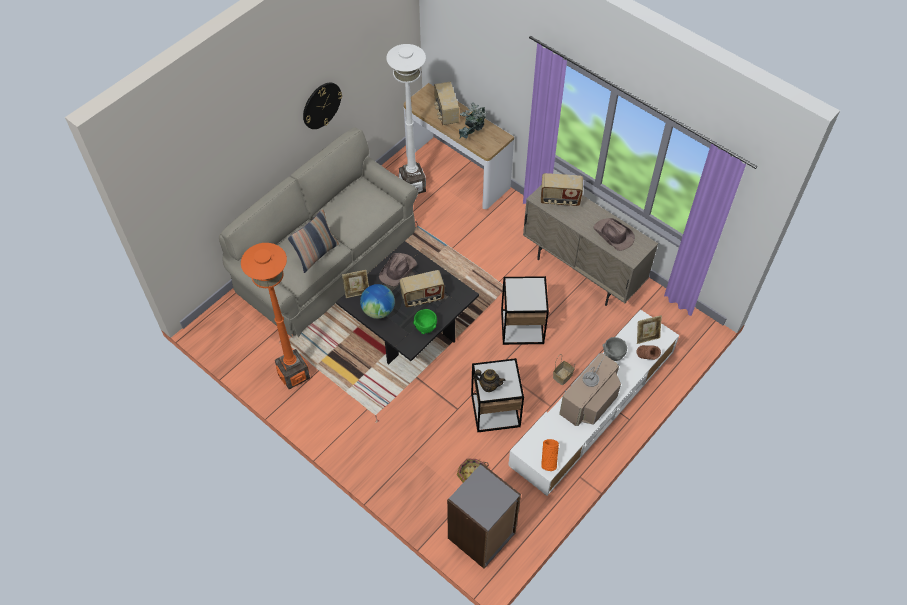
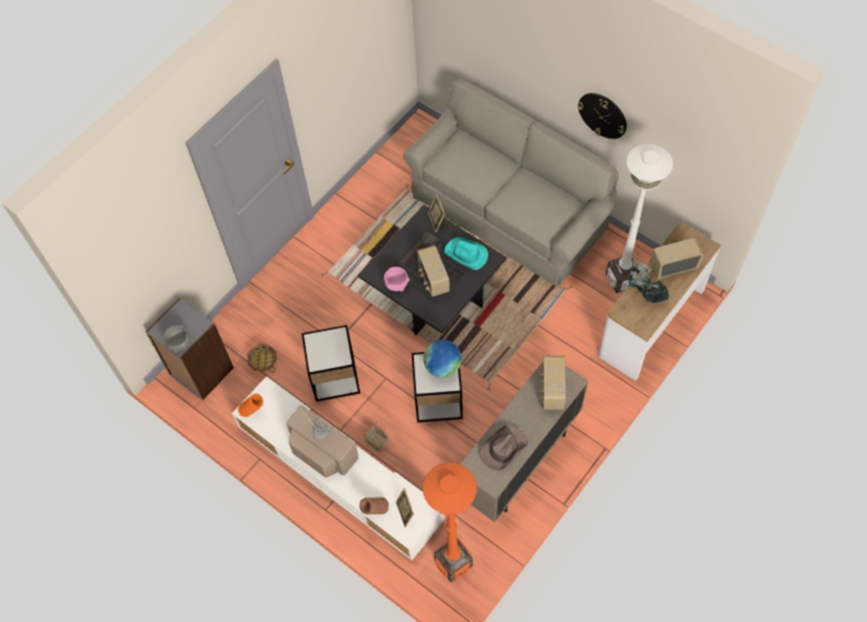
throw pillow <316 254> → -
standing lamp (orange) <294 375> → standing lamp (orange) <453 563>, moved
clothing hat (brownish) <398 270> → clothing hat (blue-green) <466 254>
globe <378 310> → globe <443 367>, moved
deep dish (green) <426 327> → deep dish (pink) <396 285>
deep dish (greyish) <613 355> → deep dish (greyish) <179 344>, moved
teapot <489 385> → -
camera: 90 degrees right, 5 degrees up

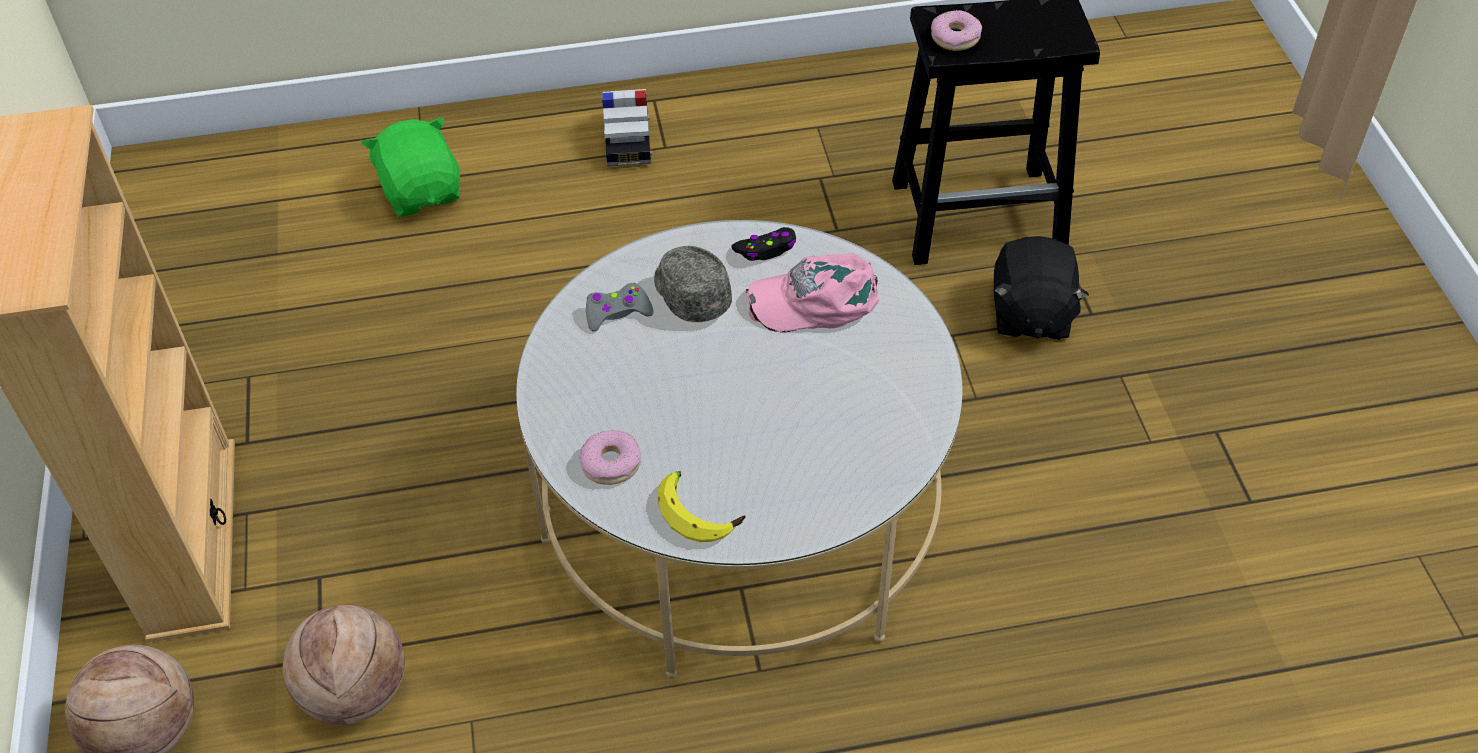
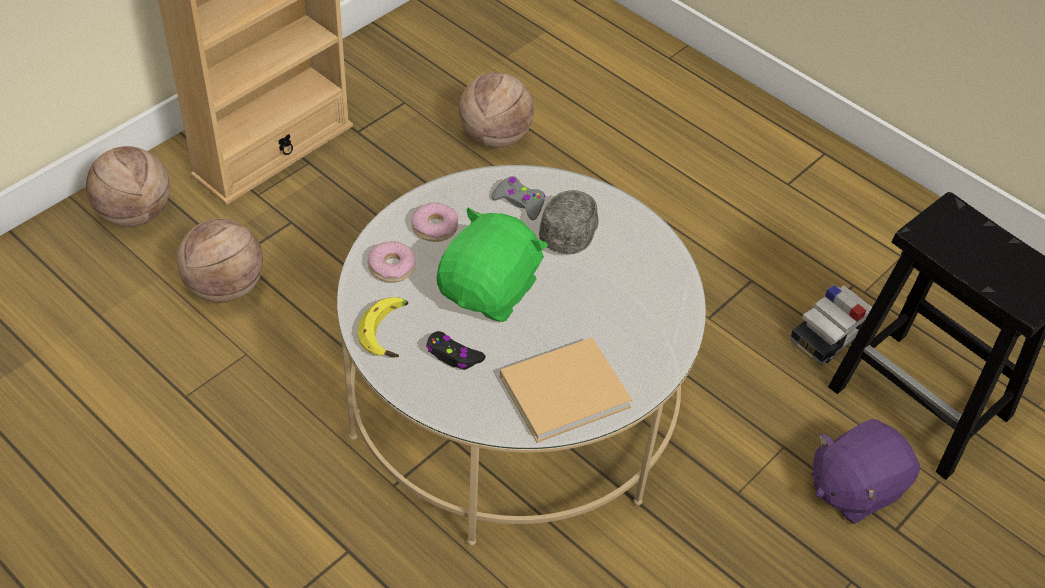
donut <955 38> → donut <435 227>, moved
toy car <628 140> → toy car <830 335>, moved
plush toy (green) <422 192> → plush toy (green) <490 290>, moved
gamepad (black) <766 249> → gamepad (black) <453 355>, moved
plush toy (black) <1030 314> → plush toy (purple) <854 487>
peaked cap (pink) <816 300> → -
- → basketball <494 137>
- → book (sand-coloured) <568 391>
camera: 50 degrees right, 0 degrees up

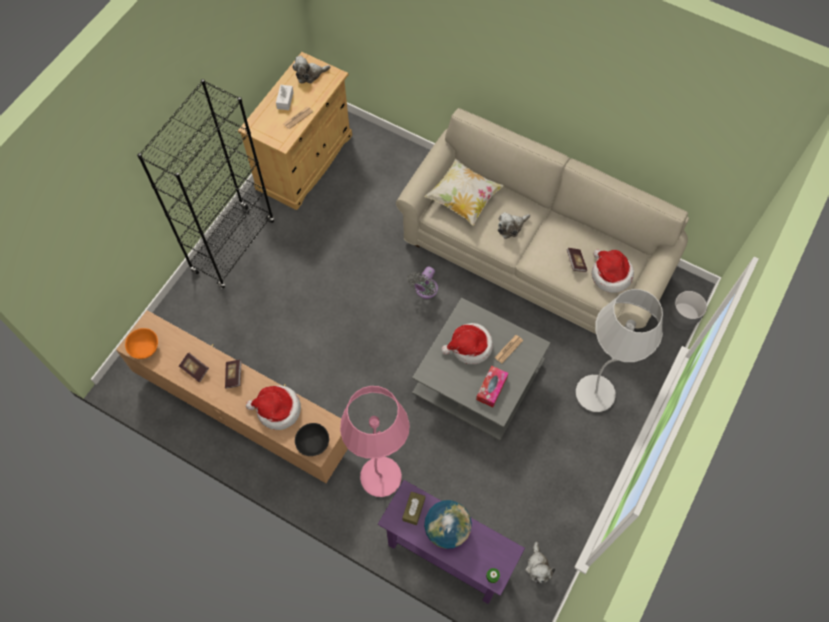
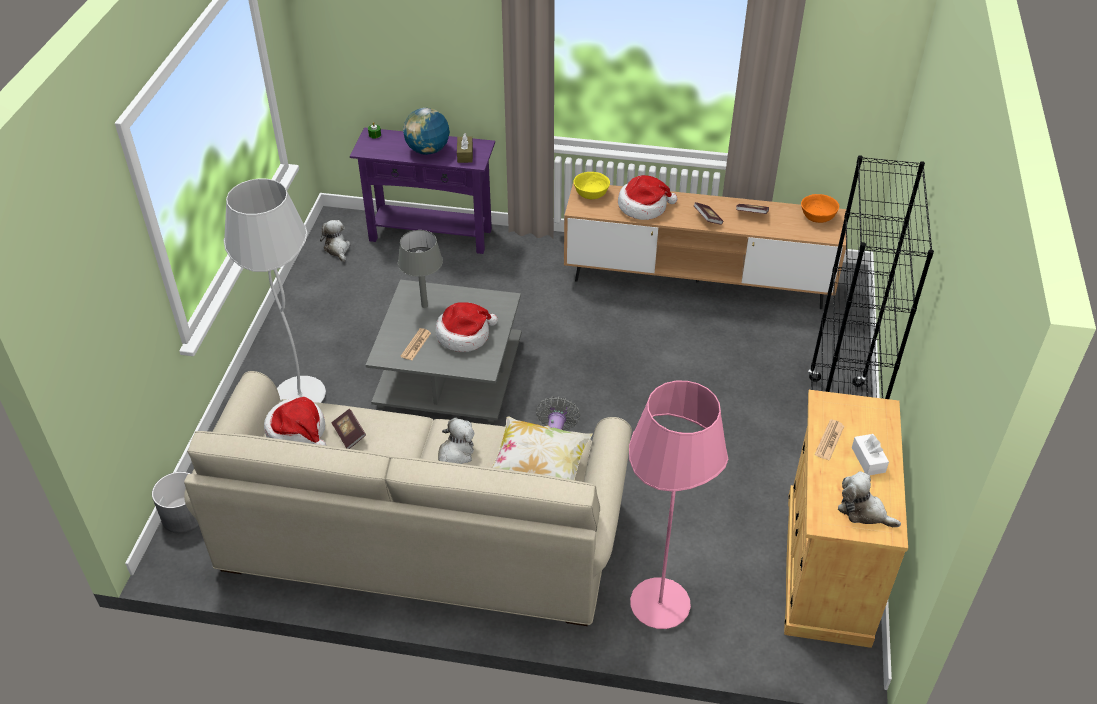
plush toy <310 74> → plush toy <863 511>, 105 degrees counterclockwise
tissue holder <491 388> → lamp for a table (greyish) <424 305>
standing lamp (pink) <380 477> → standing lamp (pink) <660 606>, moved
deep dish (black) <313 443> → deep dish (yellow-coloured) <591 193>
camera: 160 degrees right, 20 degrees down

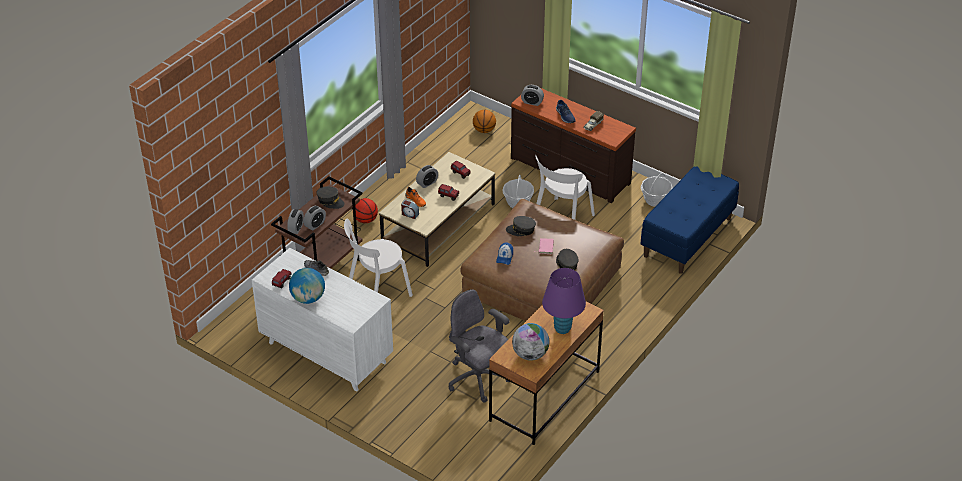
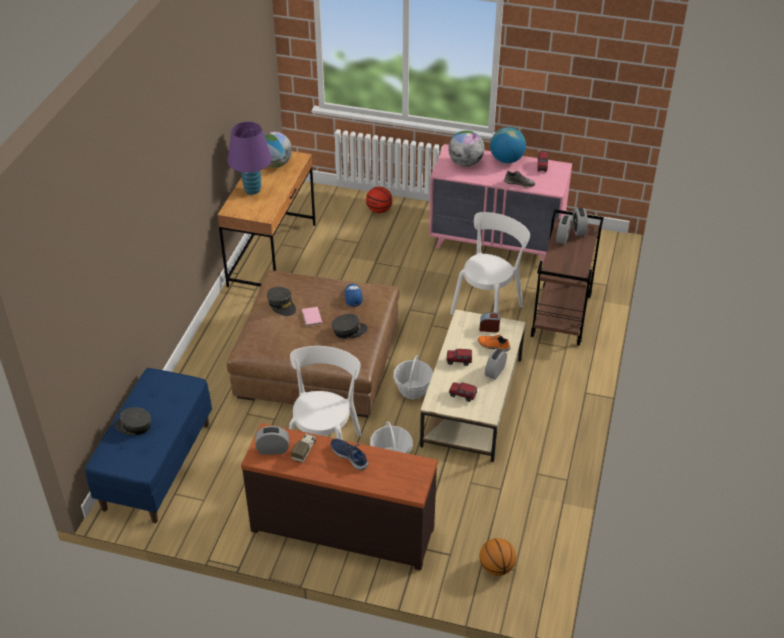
bedside clock <532 102> → bedside clock <273 449>, moved
basket <655 200> → basket <413 390>, moved
peaked cap (greyish) <330 201> → peaked cap (greyish) <133 426>, moved
basketball <365 220> → basketball <379 210>, moved
drawer chest (whitish) <326 352> → drawer chest (pink) <496 243>
office chair (greyish) <478 379> → -
- → globe <465 163>
camera: 160 degrees right, 0 degrees up

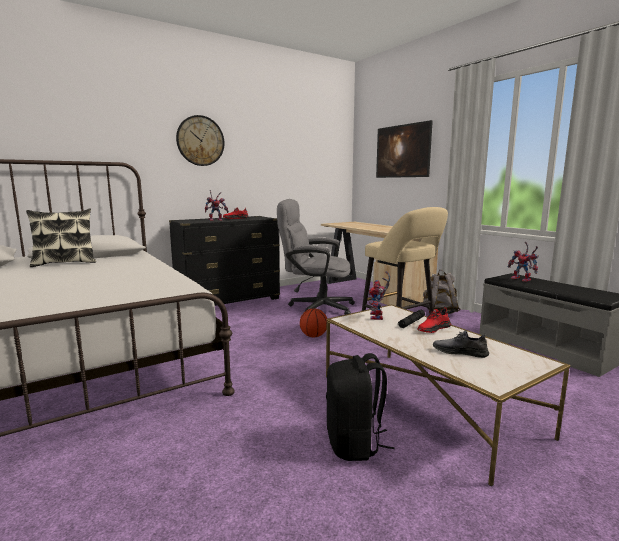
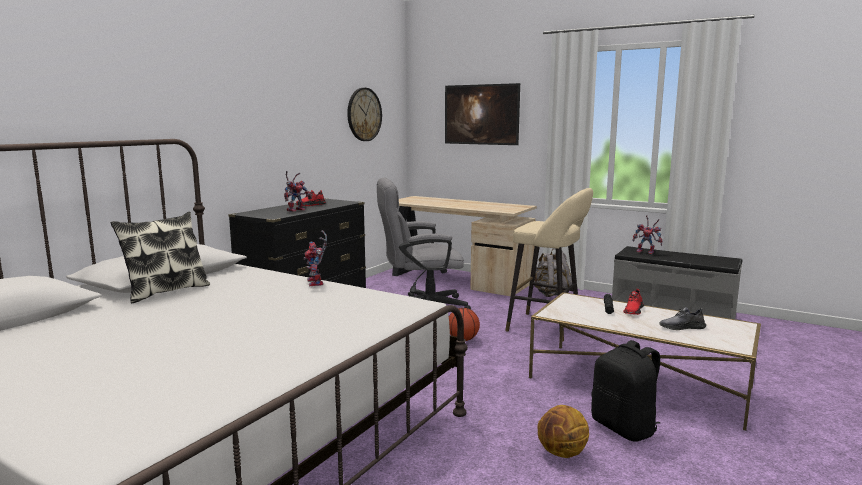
clock on the wall <200 141> → clock on the wall <364 114>, moved
robot figure <378 317> → robot figure <317 283>, moved
- → basketball <562 453>
camera: 25 degrees left, 0 degrees up

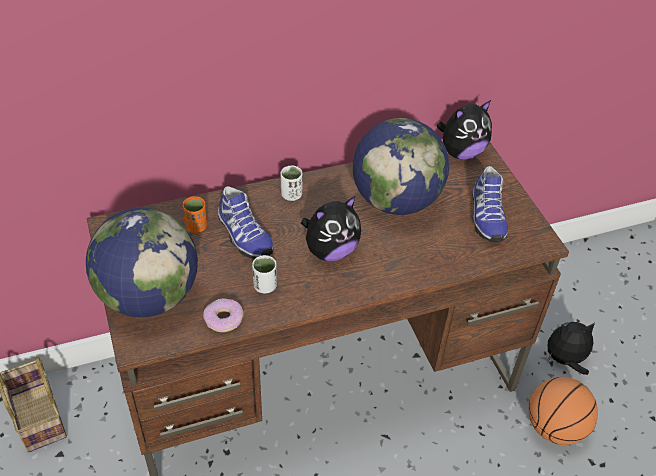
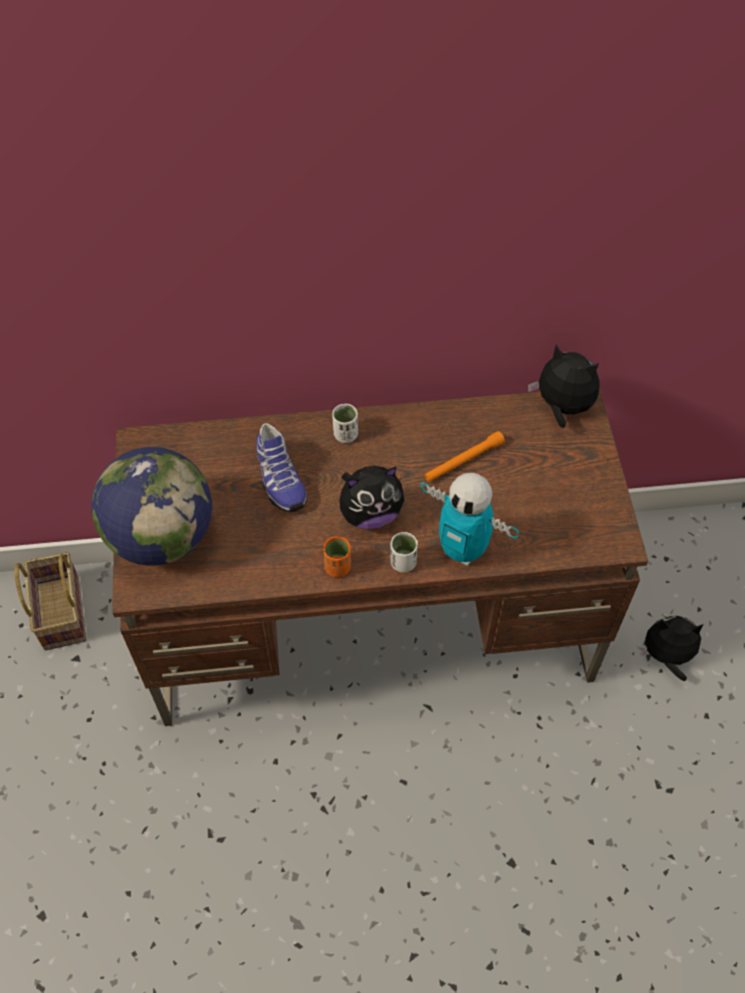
plush toy <461 152> → plush toy <562 407>, 135 degrees counterclockwise
globe <396 201> → hand torch (orange) <463 461>
item of footwear <485 217> → -
small cup (orange) <196 226> → small cup (orange) <337 567>, moved
small cup (whitish) <265 286> → small cup (whitish) <403 562>, moved
donut <224 319> → -
basketball <554 427> → -
- → robot figure <463 550>
camera: 15 degrees right, 10 degrees up

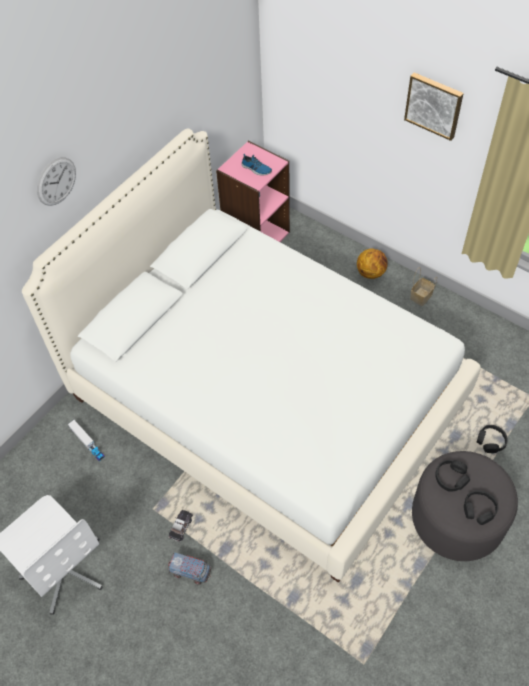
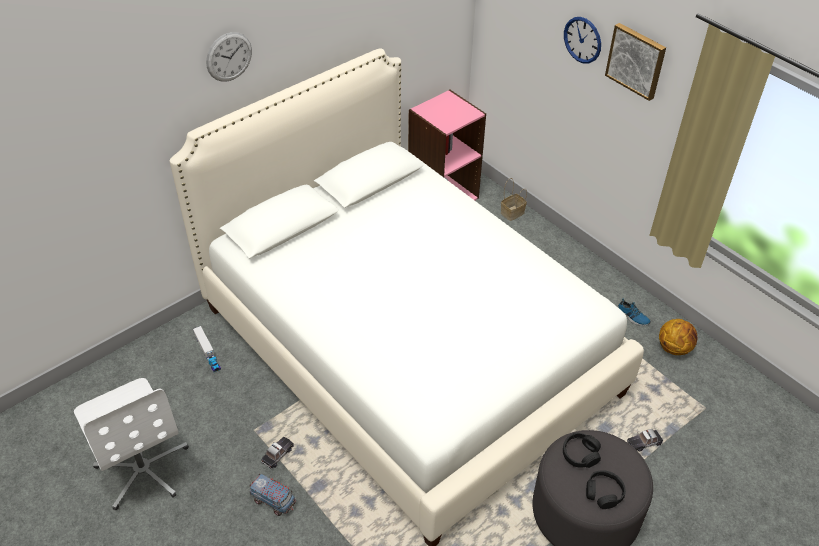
item of footwear <256 169> → item of footwear <632 317>, moved
basketball <371 272> → basketball <674 348>, moved
basket <421 297> → basket <512 213>, moved
pair of headphones (black) <490 441> → toy car <644 442>
- → clock on the wall <582 40>
camera: 10 degrees right, 10 degrees down

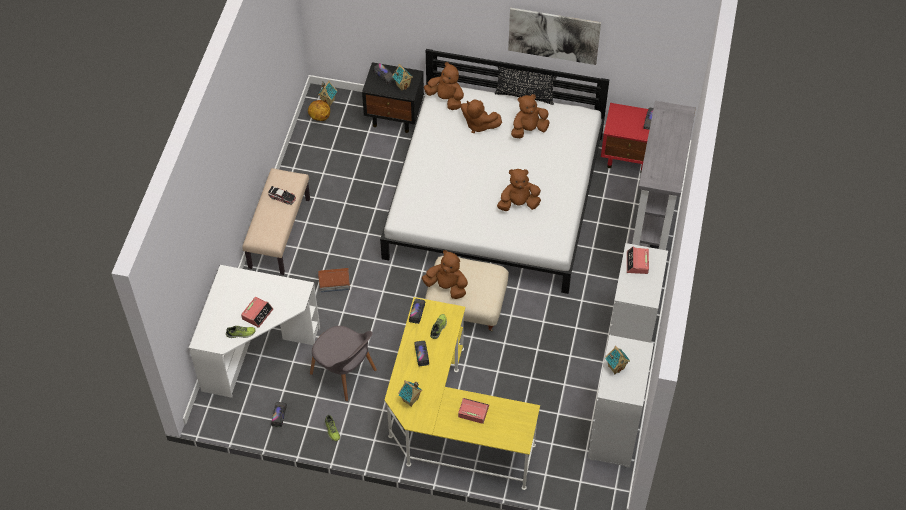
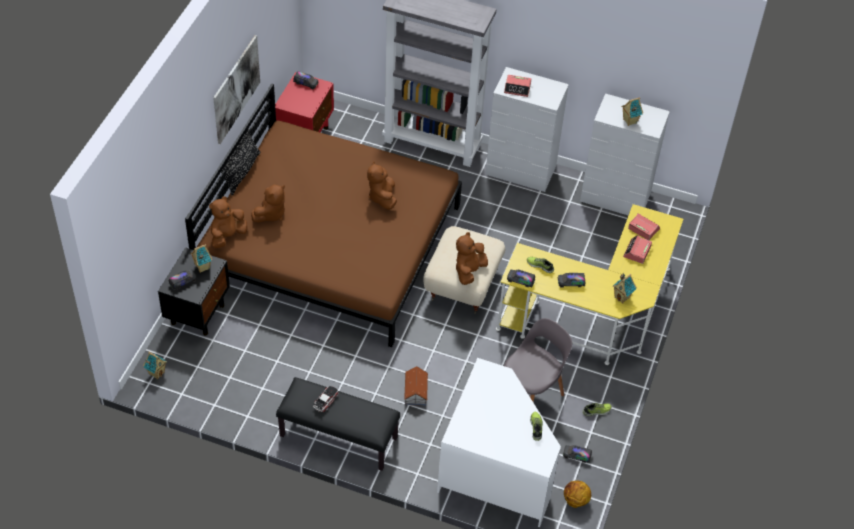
sleeping bed (whitish) <495 196> → sleeping bed (brownish) <330 242>
plush toy (brownish) <528 129> → -
basketball <319 117> → basketball <575 500>, moved
long seat (sand-coloured) <279 232> → long seat (black) <338 437>
bedside clock <257 314> → bedside clock <643 228>, moved
camera: 85 degrees left, 5 degrees down

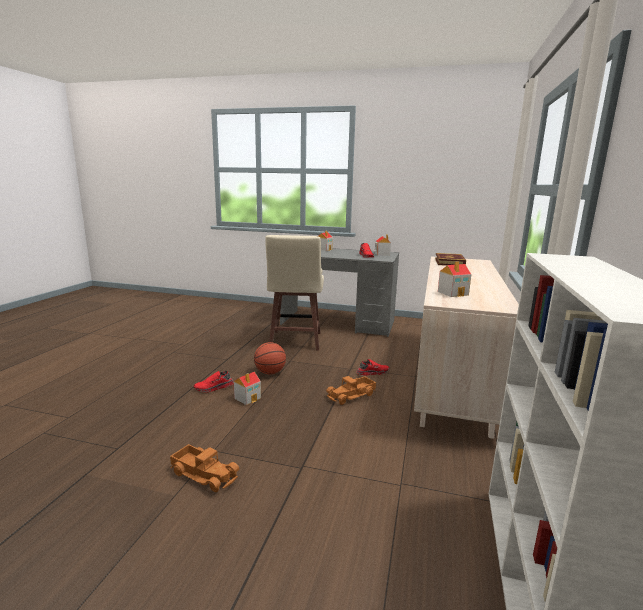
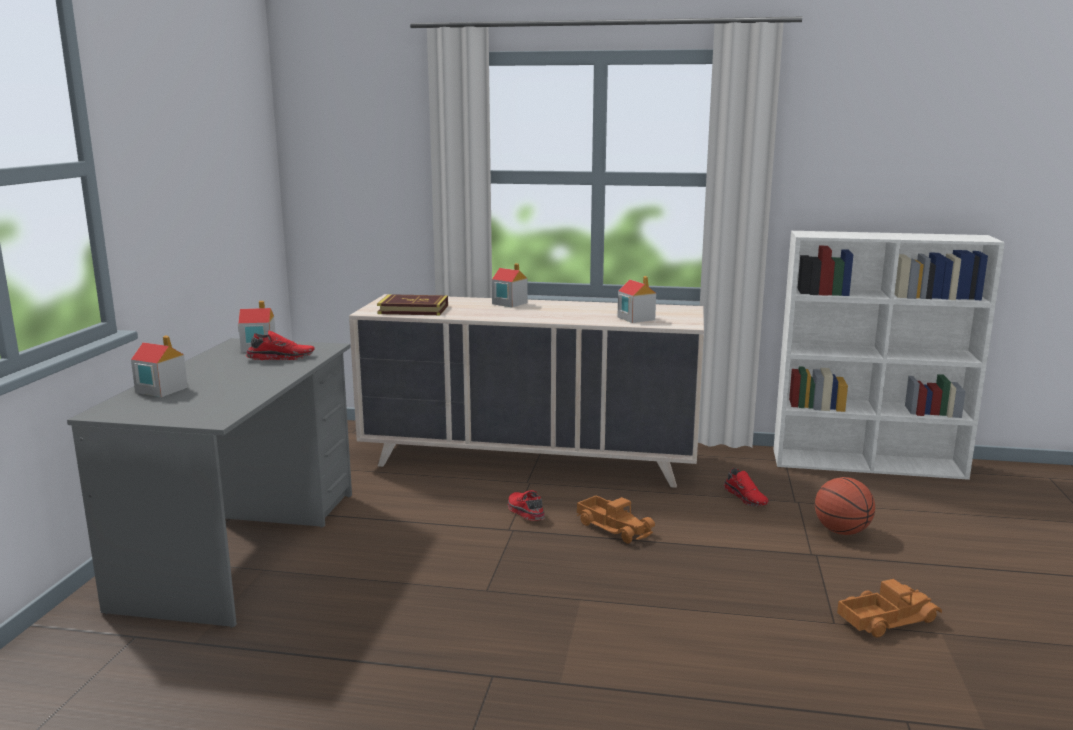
stool (sand-coloured) <295 341> → -
basketball <270 372> → basketball <842 531>, moved
item of footwear (reddish) <214 388> → item of footwear (reddish) <746 497>, moved
toy house <248 398> → toy house <509 303>, moved
toy lorry <205 473> → toy lorry <885 619>, 45 degrees clockwise
camera: 95 degrees left, 0 degrees up

